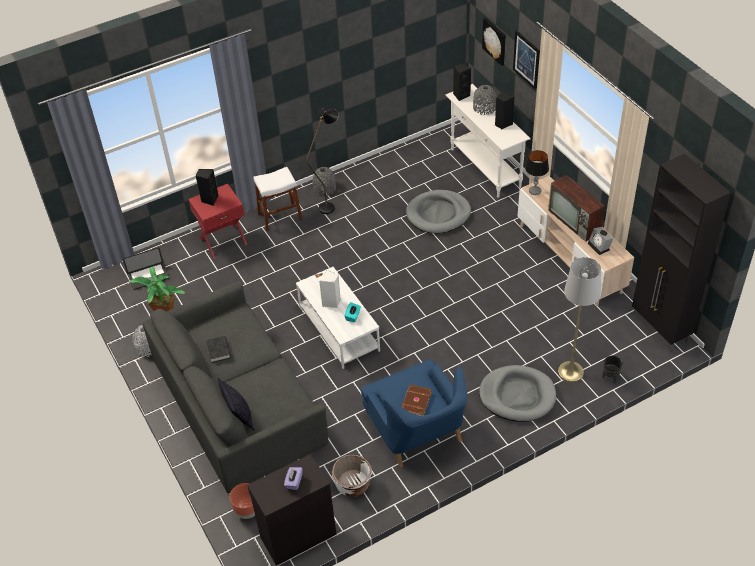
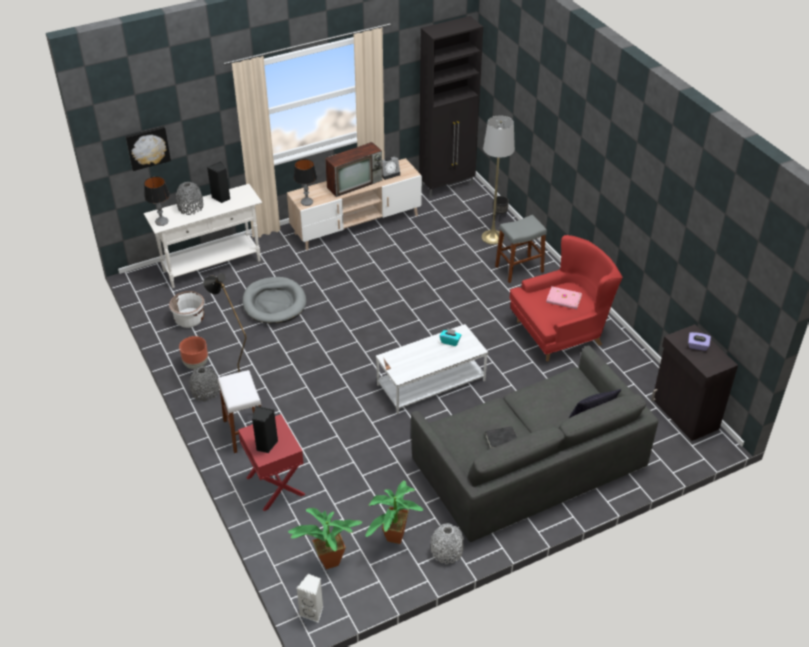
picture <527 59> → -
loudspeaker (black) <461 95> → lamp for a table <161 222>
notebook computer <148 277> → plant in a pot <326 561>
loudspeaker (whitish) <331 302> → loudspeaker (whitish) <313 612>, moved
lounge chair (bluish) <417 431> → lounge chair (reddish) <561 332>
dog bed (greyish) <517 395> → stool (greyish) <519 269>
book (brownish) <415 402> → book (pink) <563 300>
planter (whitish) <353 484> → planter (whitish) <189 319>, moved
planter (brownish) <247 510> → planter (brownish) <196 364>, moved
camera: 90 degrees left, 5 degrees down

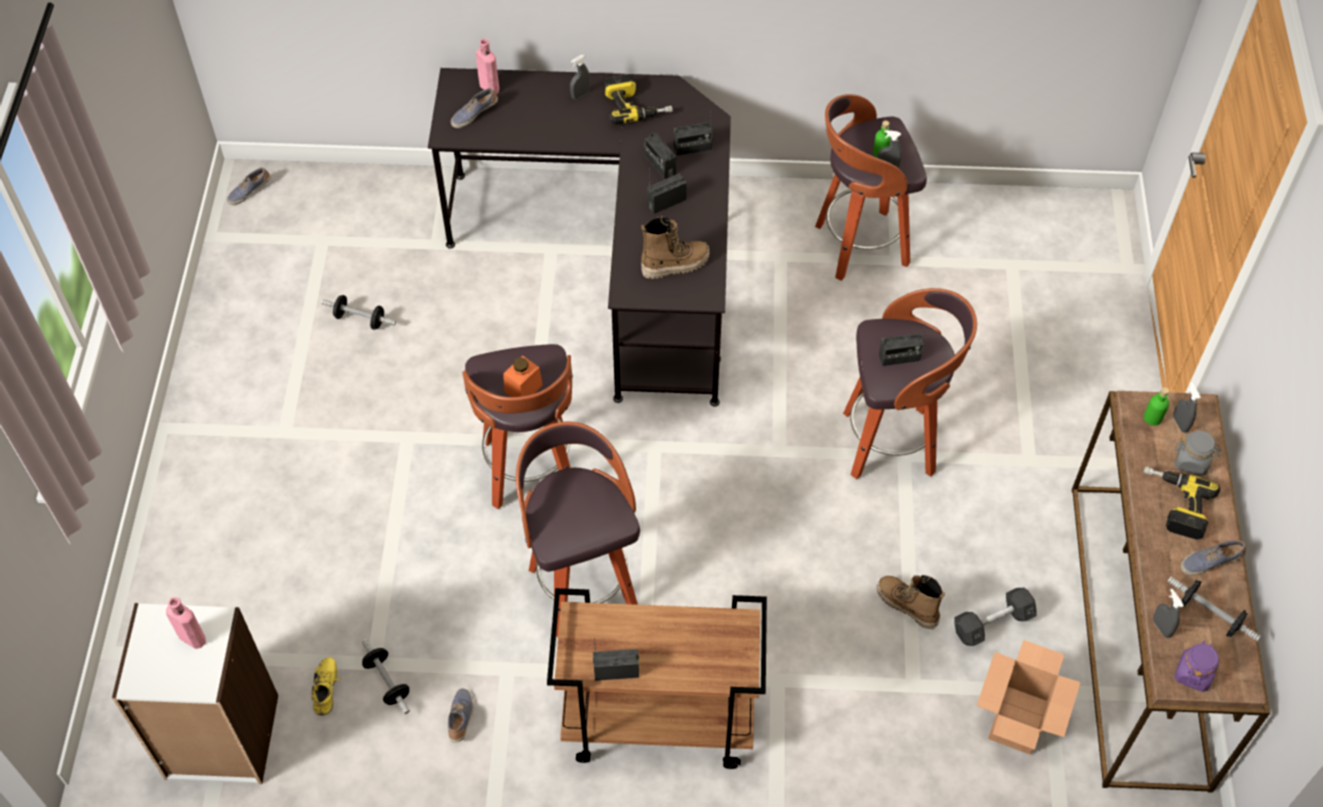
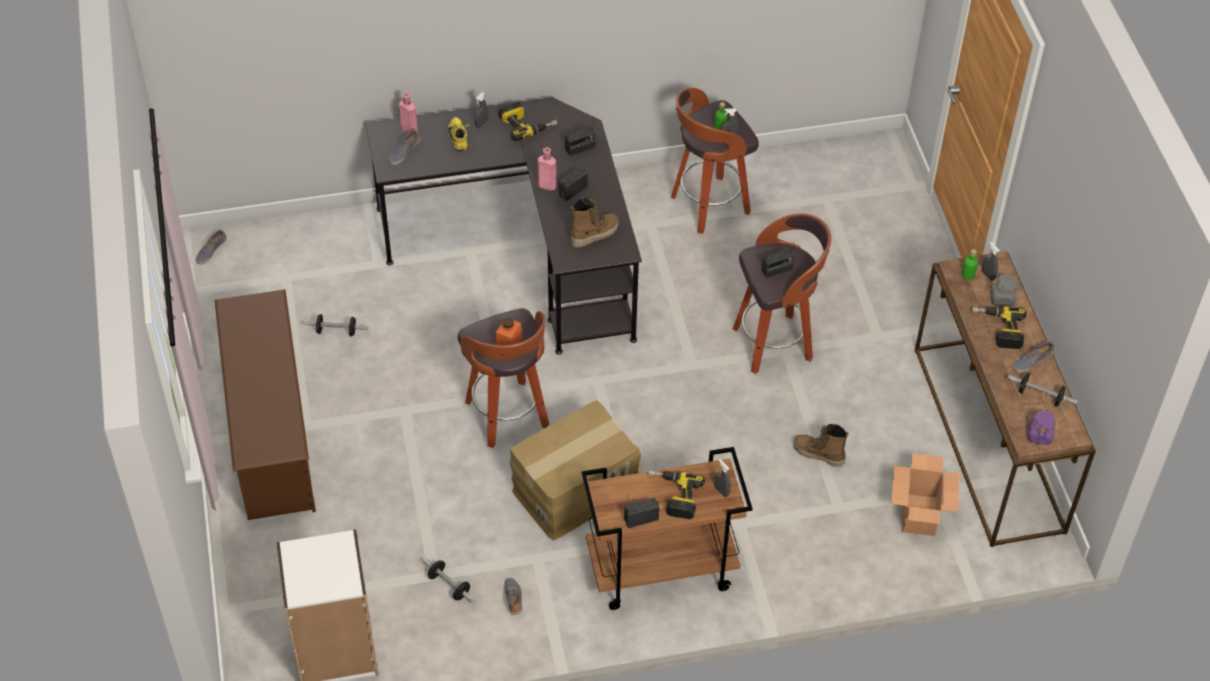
radio receiver <660 165> → -
stool <581 586> → packing box <574 489>
hand weight (greyish) <993 623> → -
spray bottle (greyish) <1161 628> → spray bottle (greyish) <721 491>, moved
drink bottle (pink) <191 637> → drink bottle (pink) <545 185>, moved
item of footwear (yellow-coloured) <328 690> → item of footwear (yellow-coloured) <459 138>, moved
- → shoe rack (brownish) <271 434>
- → drill <673 496>
camera: 15 degrees left, 5 degrees down

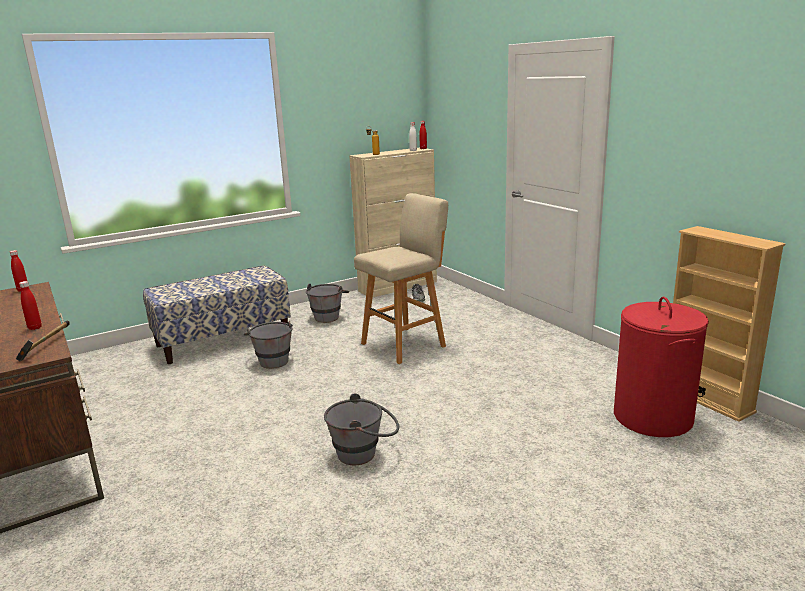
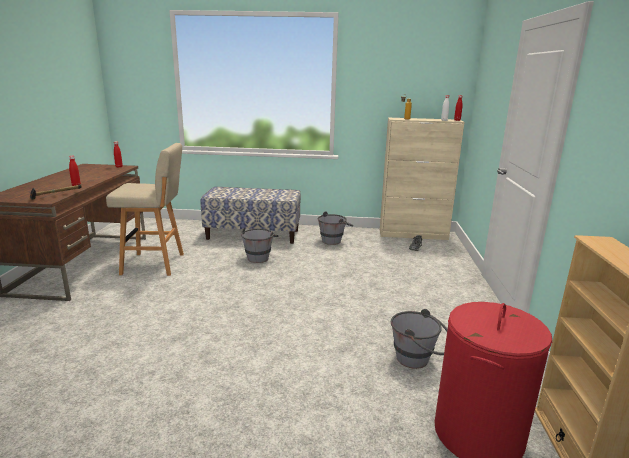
stool (sand-coloured) <405 344> → stool (sand-coloured) <155 264>, moved
bucket (greyish) <364 453> → bucket (greyish) <419 361>, moved
camera: 35 degrees right, 0 degrees up

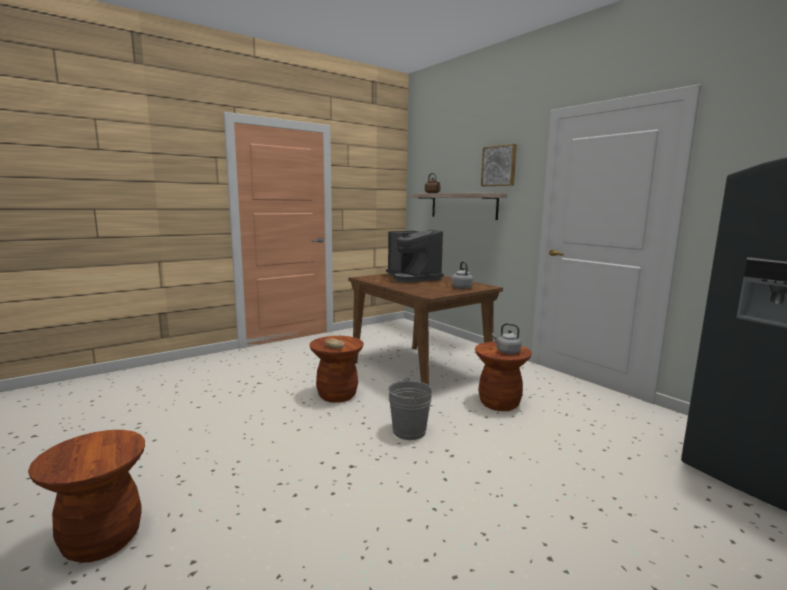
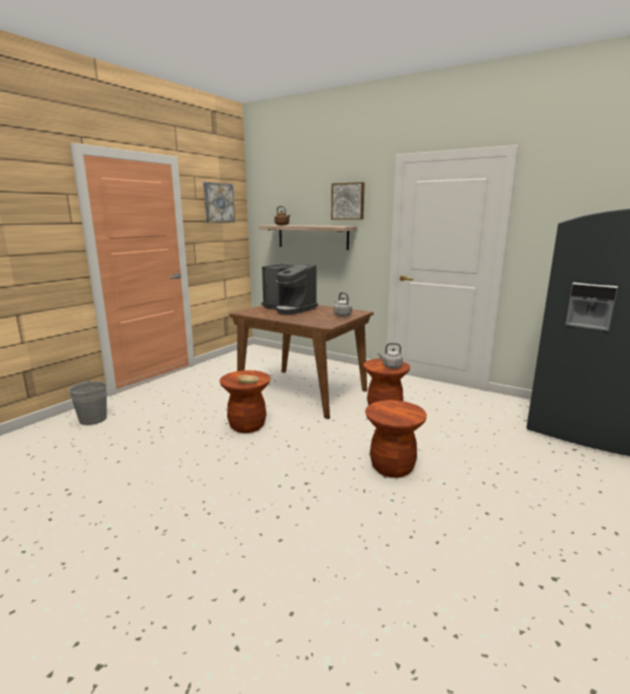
bucket (greyish) <409 431> → bucket (greyish) <93 419>, moved
stool (brownish) <102 540> → stool (brownish) <392 467>, moved
- → picture <218 203>
camera: 20 degrees left, 5 degrees up

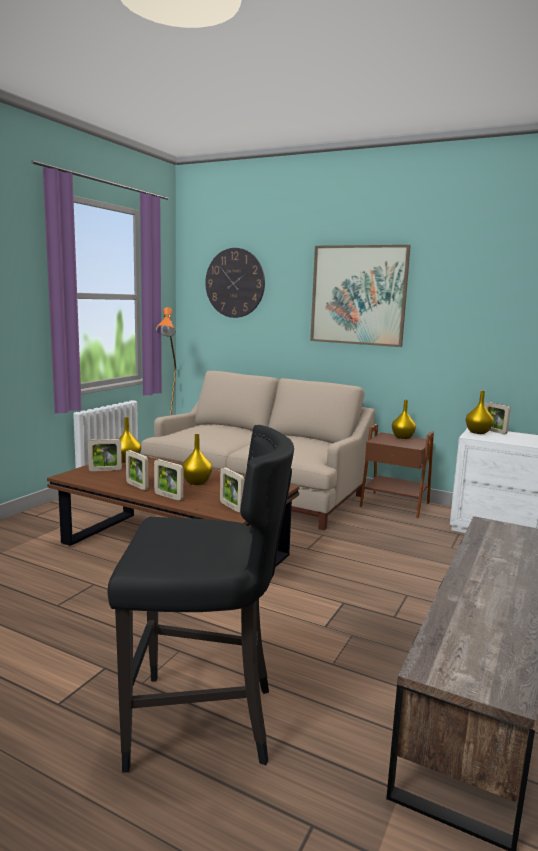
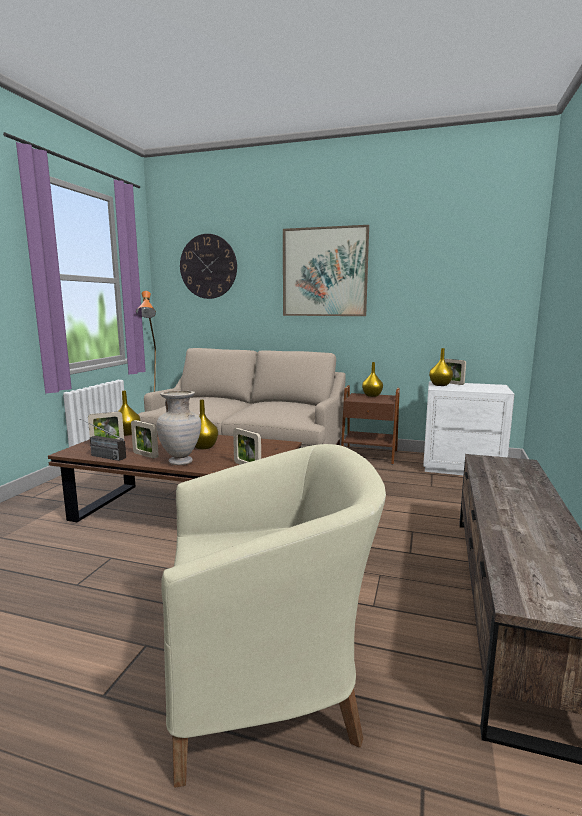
stool (black) <202 722> → lounge chair (sand-coloured) <268 689>
picture frame <168 496> → decorative vase (sand-coloured) <181 462>
- → radio receiver <100 455>
camera: 10 degrees left, 0 degrees up

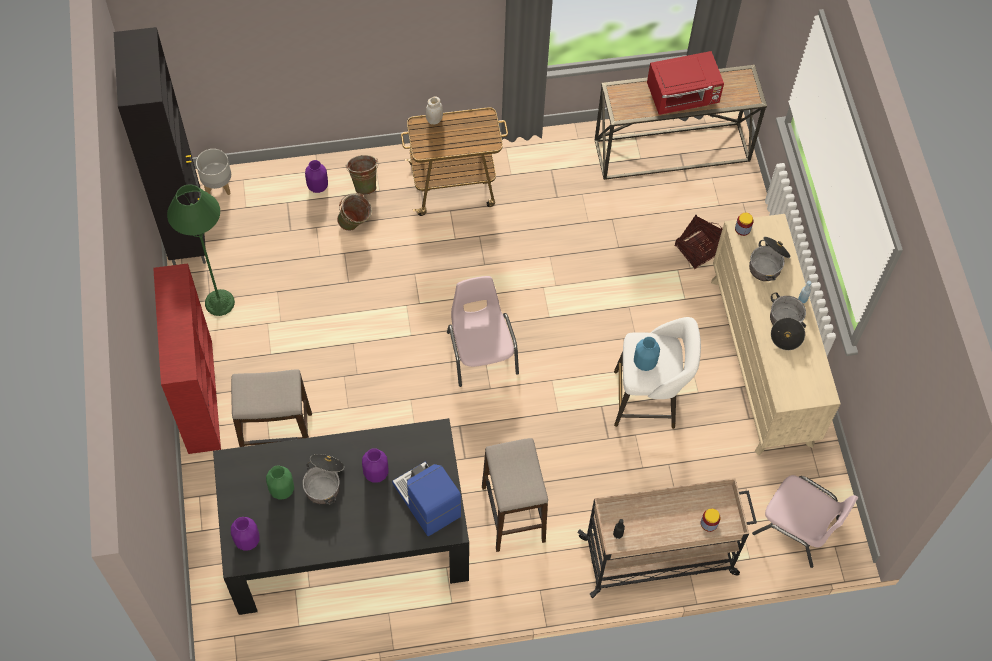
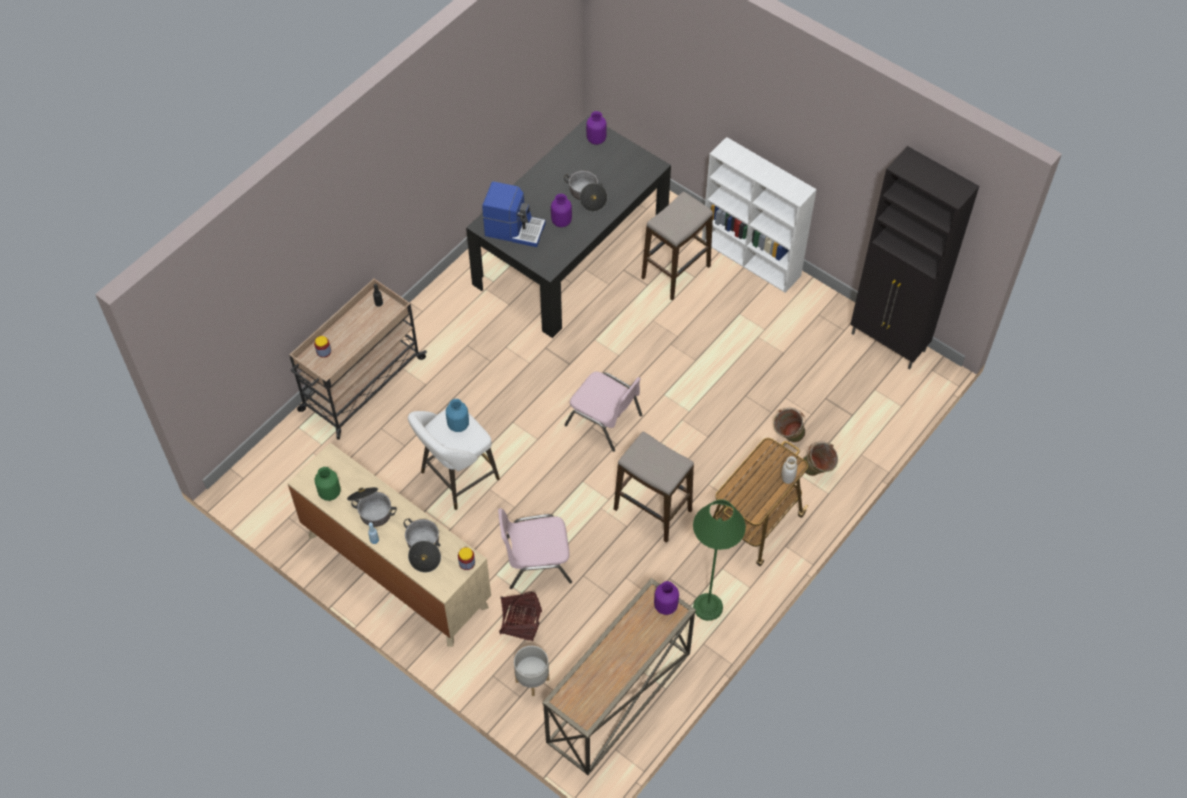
microwave (reddish) <683 97> → -
planter (greyish) <217 186> → planter (greyish) <532 679>, moved
decorative vase (purple) <317 186> → decorative vase (purple) <666 606>, moved
standing lamp (green) <219 302> → standing lamp (green) <708 607>, moved
shelving unit (reddish) <199 395> → shelving unit (whitish) <752 259>
stool <513 514> → stool <652 510>, moved
decorative vase (green) <281 490> → decorative vase (green) <330 492>, moved
plain chair (pink) <797 528> → plain chair (pink) <536 560>, moved
camera: 140 degrees right, 5 degrees down

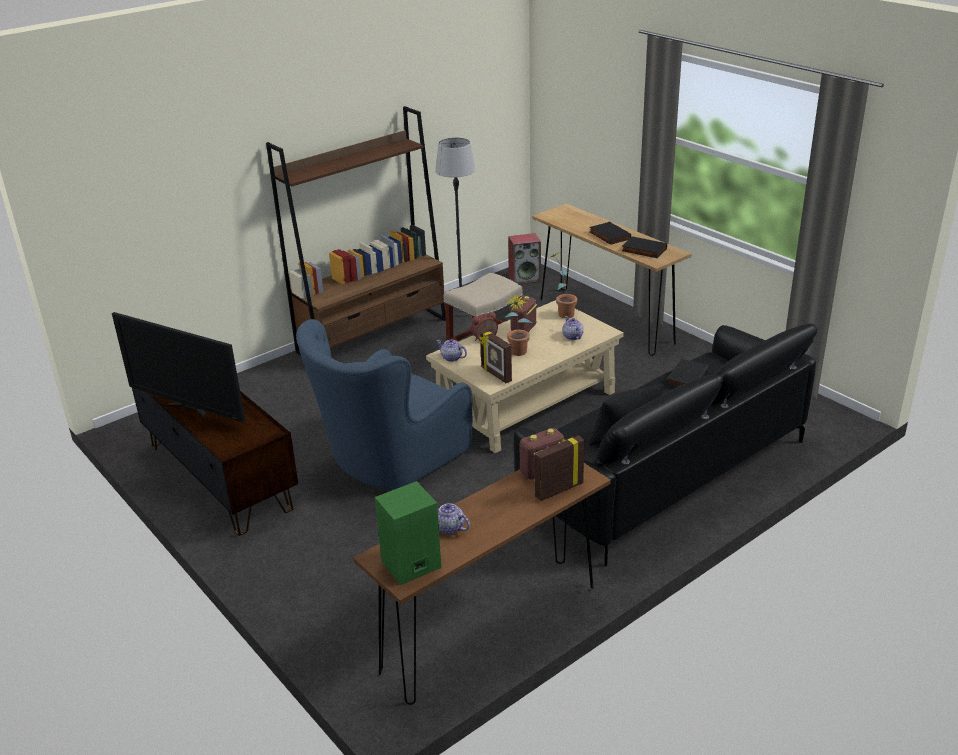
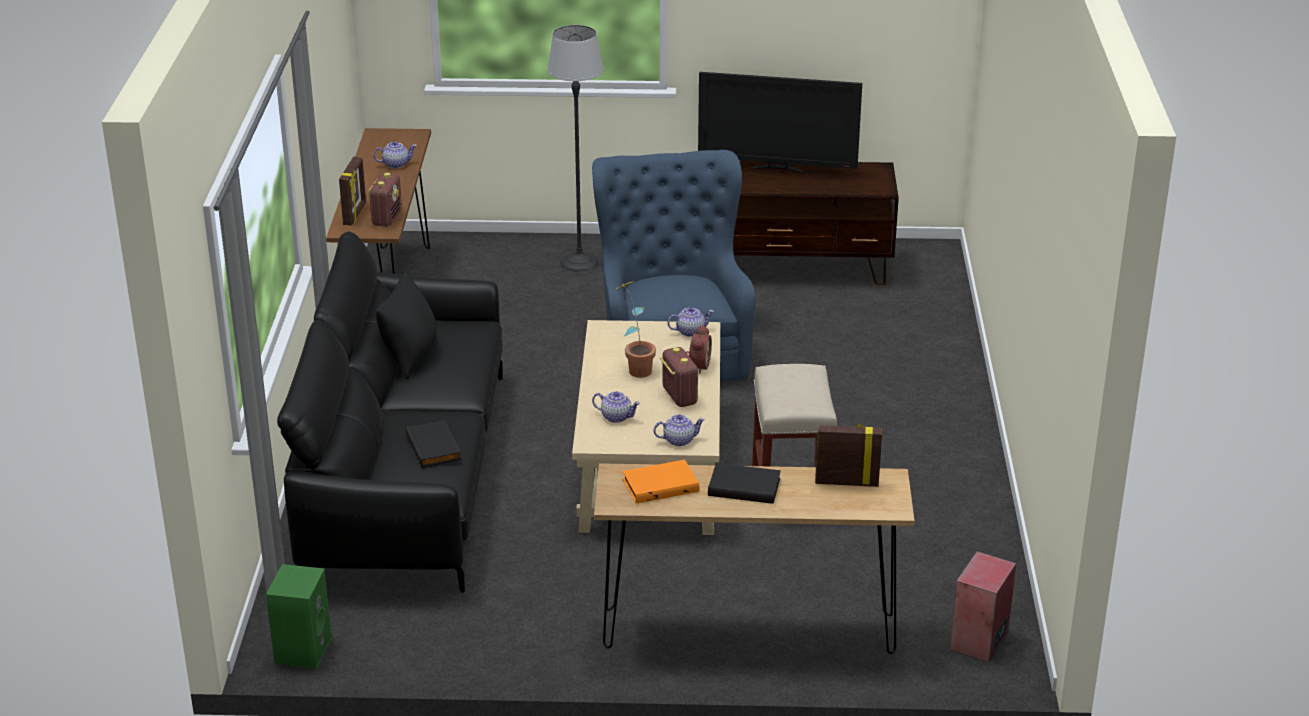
shelving unit (brownish) <373 335> → -
standing lamp <461 310> → standing lamp <580 262>, moved
book (black) <643 250> → book (orange) <660 484>
plant in a pot <562 313> → teapot <679 440>
television <189 408> → television <777 168>, 150 degrees counterclockwise
picture frame <495 374> → picture frame <846 482>, moved
loudspeaker (green) <410 565> → loudspeaker (green) <302 649>, moved
camera: 130 degrees right, 0 degrees up

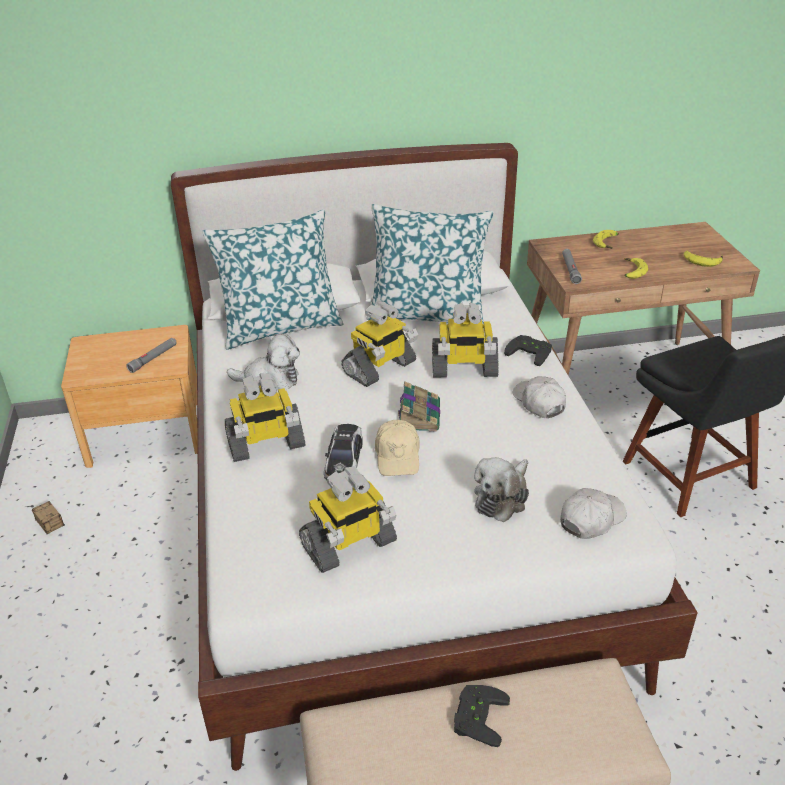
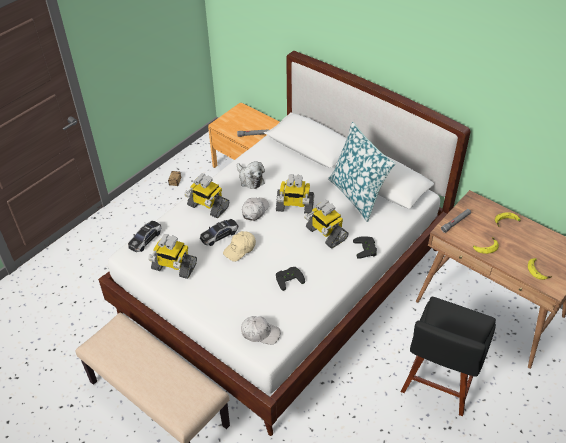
throw pillow <280 327> → -
peaked cap (whitish) <539 402> → peaked cap (whitish) <255 210>, moved
book <419 415> → -
plush toy <502 497> → -
gamepad (black) <476 716> → gamepad (black) <288 278>, moved
- → toy car <145 239>
camera: 50 degrees right, 10 degrees up

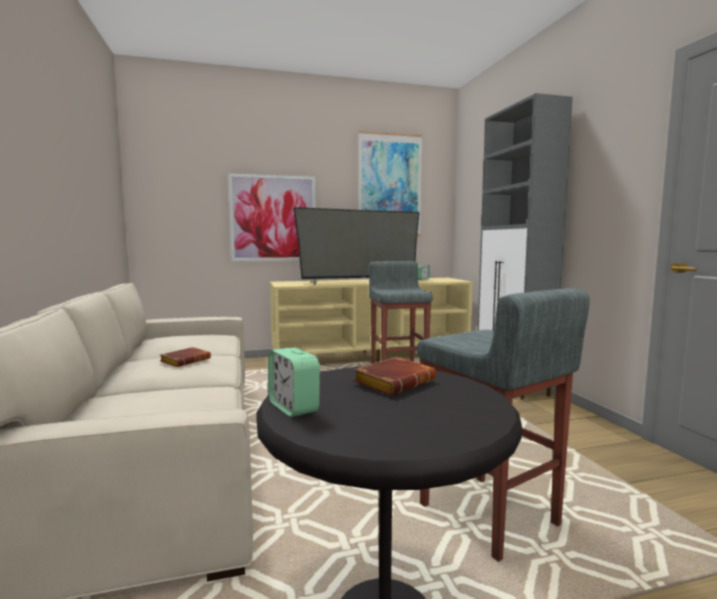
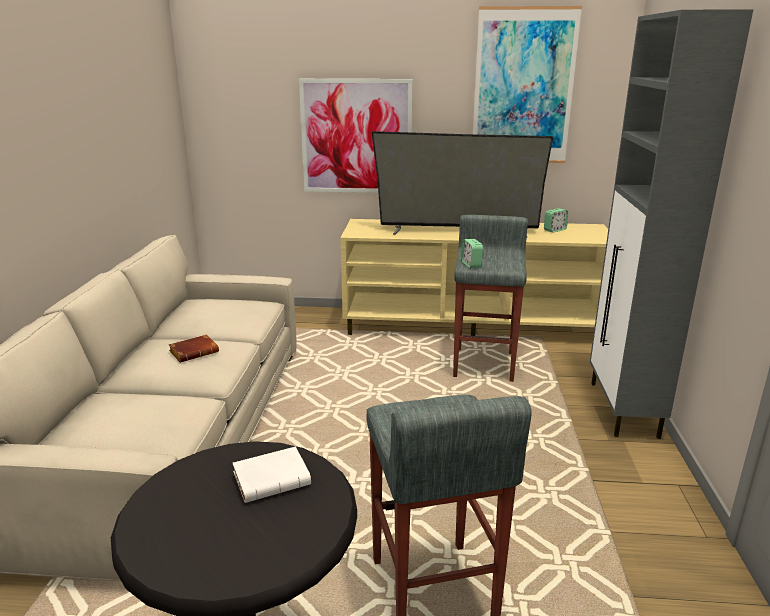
bedside clock <293 407> → bedside clock <471 264>, moved
book (brownish) <394 382> → book (whitish) <273 478>
camera: 20 degrees right, 15 degrees up

